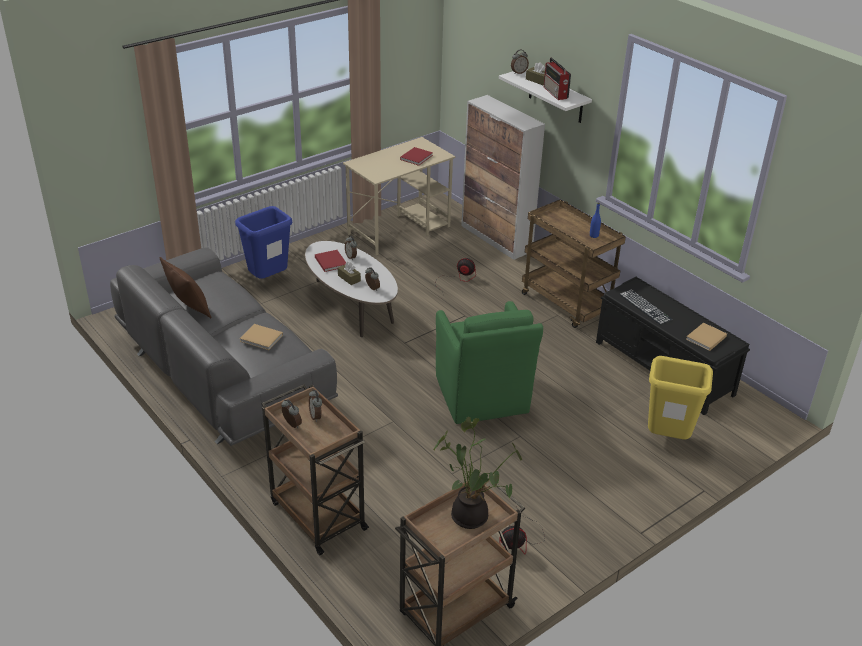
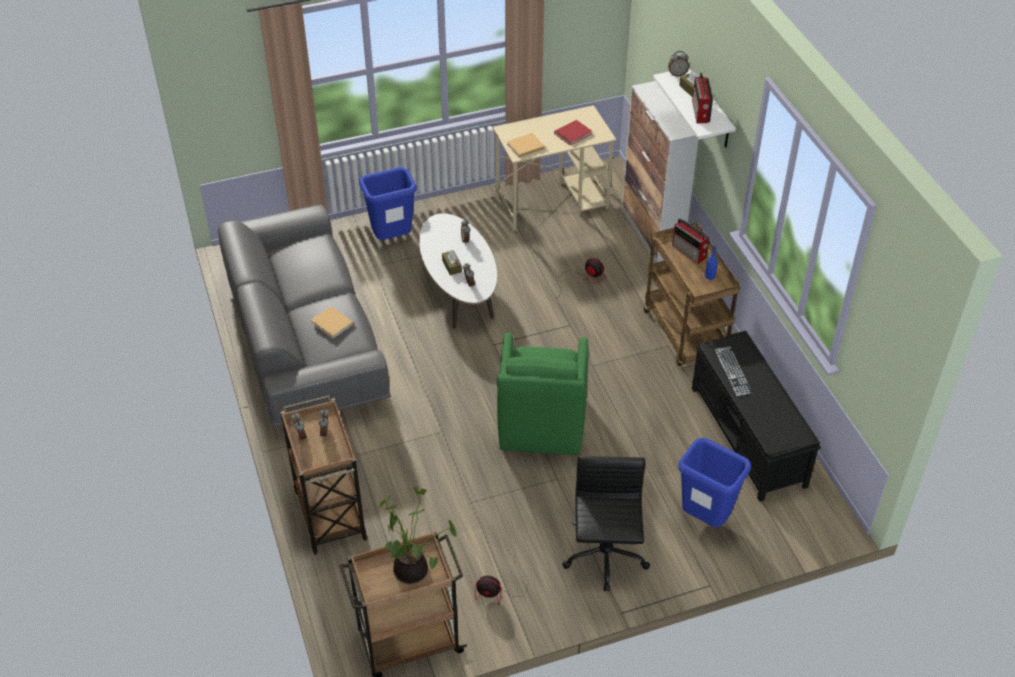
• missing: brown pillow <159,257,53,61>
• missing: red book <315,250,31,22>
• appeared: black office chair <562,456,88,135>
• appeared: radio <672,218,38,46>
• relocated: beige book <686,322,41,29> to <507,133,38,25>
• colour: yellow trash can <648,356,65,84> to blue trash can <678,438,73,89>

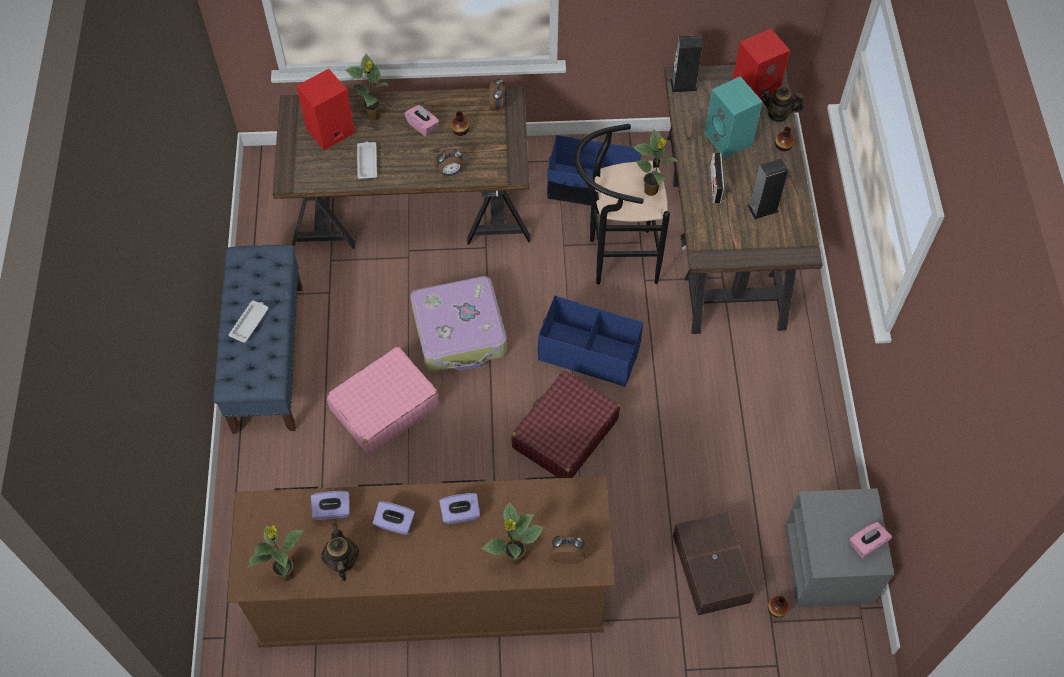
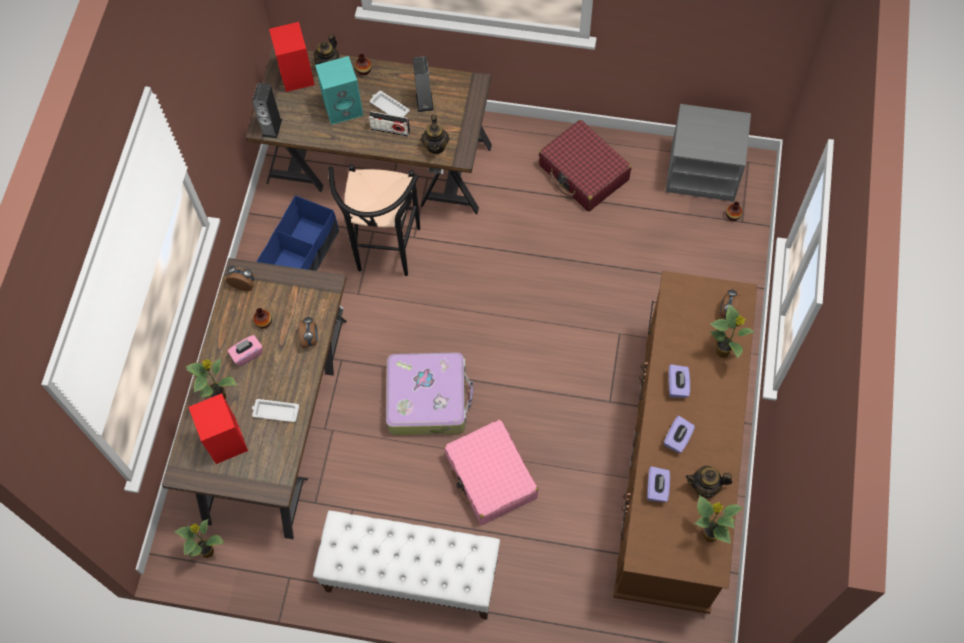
• missing: blue storage box <538,296,105,91>
• missing: brown storage box <673,512,82,104>
• missing: pink tissue box <850,522,42,36>
• appeared: teapot <421,115,28,39>
• relocated: white tray <228,301,41,42> to <370,91,40,26>
• relocated: red suitcase <511,370,109,108> to <539,120,92,91>
• relocated: potted plant <633,130,46,66> to <174,518,51,40>
• colour: blue bench <213,245,90,189> to white bench <313,511,187,109>

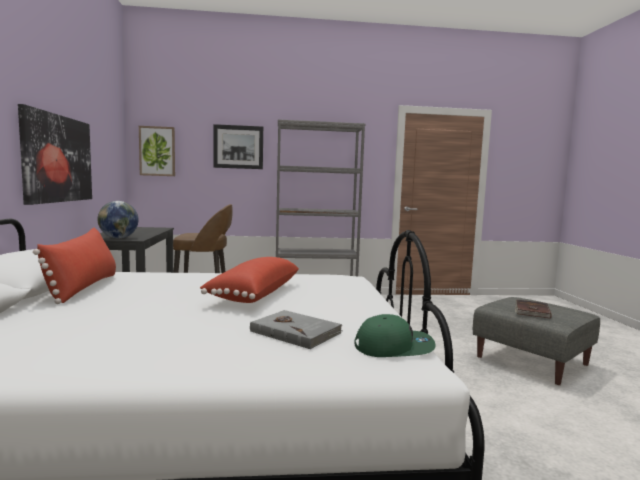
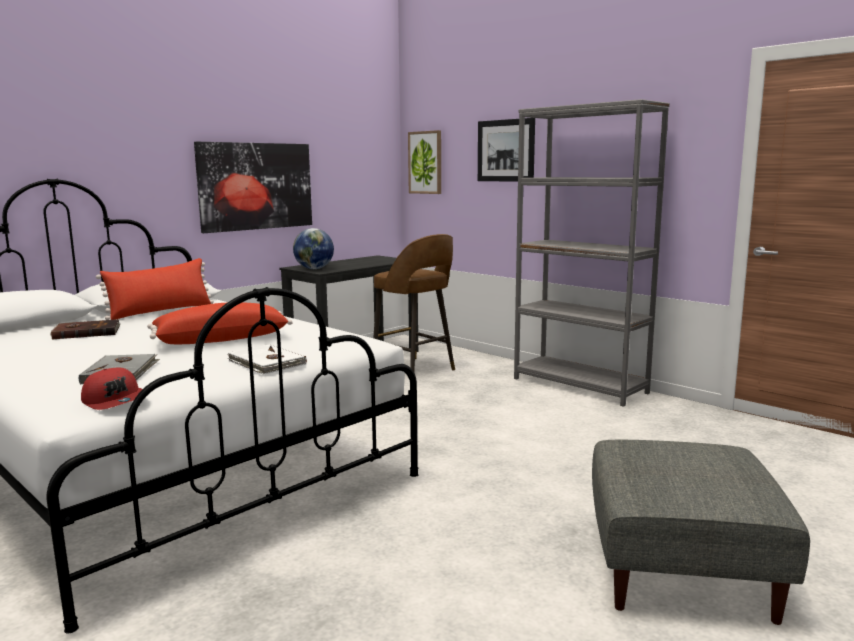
• appeared: white book <227,344,80,31>
• relocated: brown book <515,299,36,20> to <50,319,70,21>
• colour: green cap <354,314,82,43> to red cap <81,368,61,42>

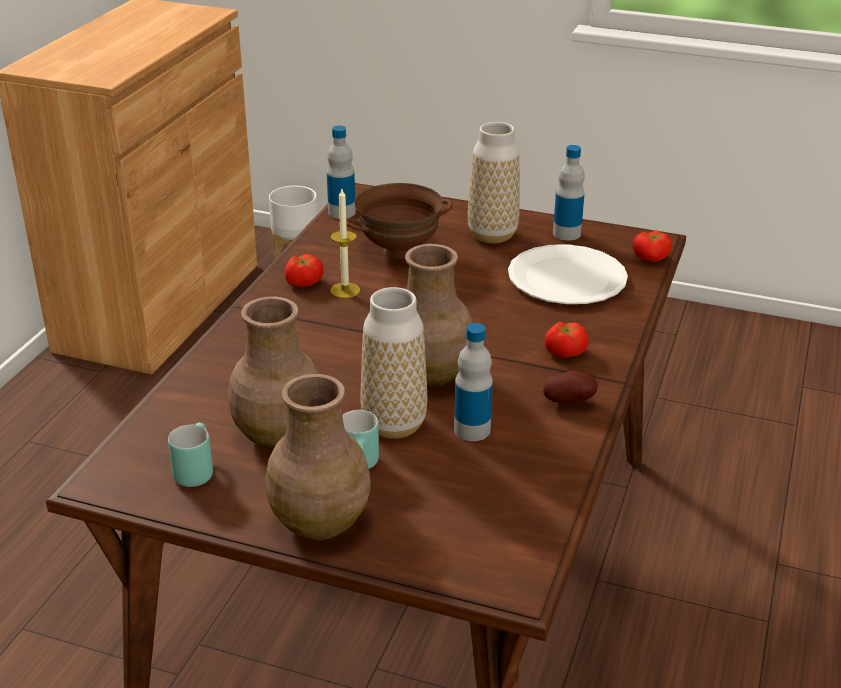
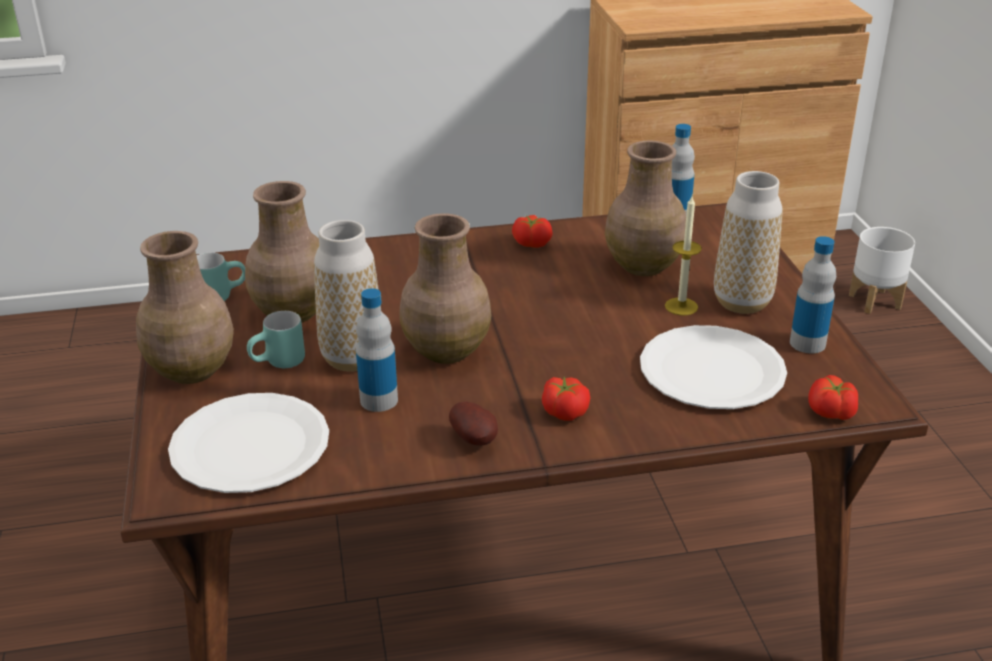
• appeared: white plate <168,393,161,100>
• relocated: candle <330,189,30,109> to <665,196,37,119>
• exchanged: brown bowl <346,183,107,76> to brown vase <605,141,81,135>

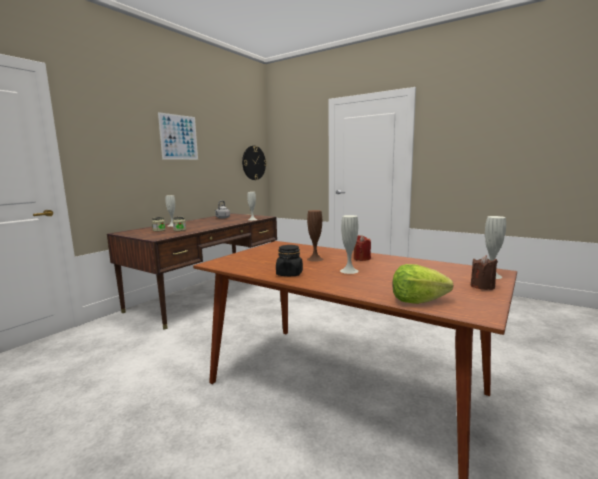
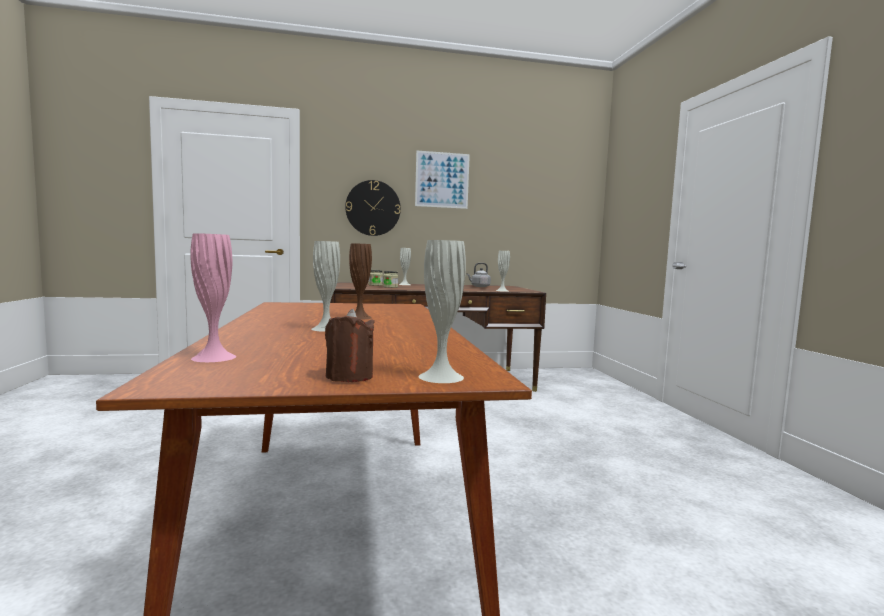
• missing: black jar <276,245,27,31>
• missing: red candle <354,235,17,26>
• relocated: wall clock <242,146,25,34> to <345,180,56,56>
• exchanged: lettuce <393,264,60,40> to pink vase <190,233,47,129>

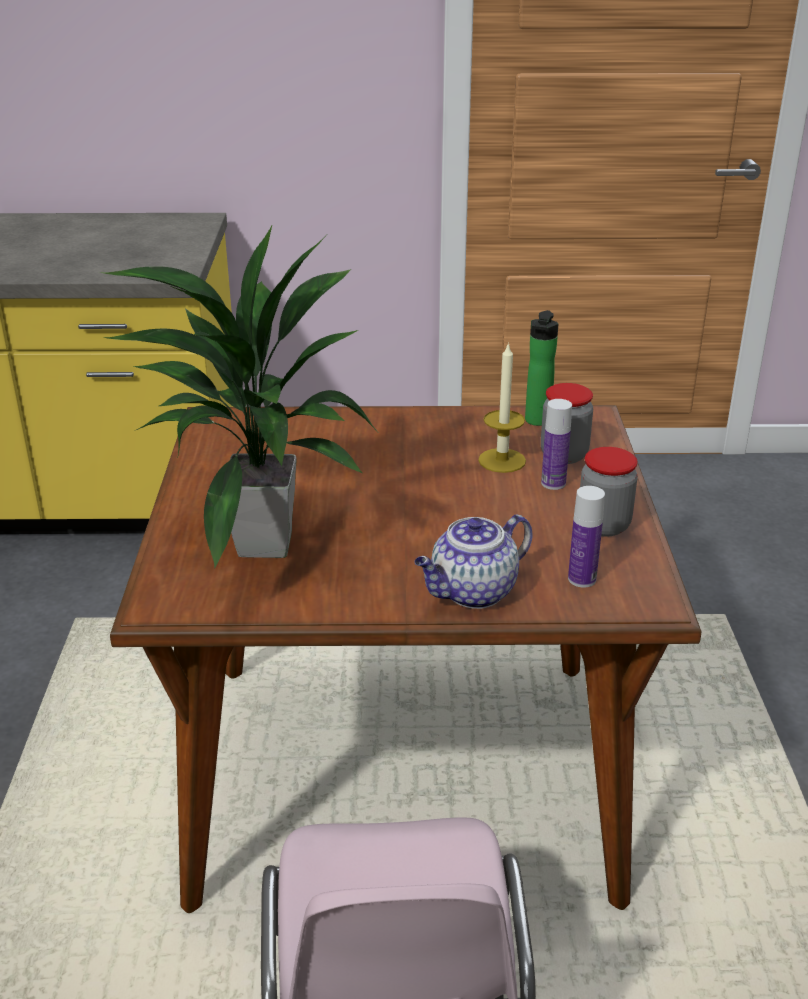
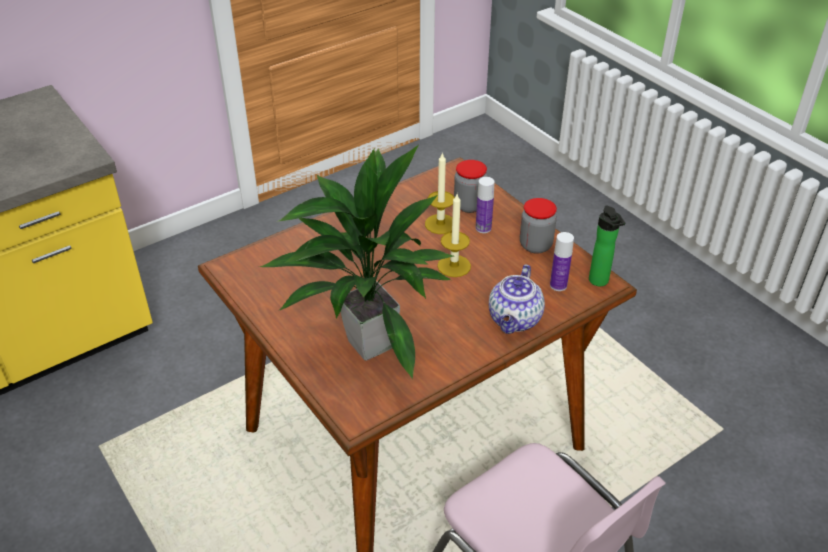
• appeared: candle <437,194,34,83>
• relocated: bottle <525,310,34,116> to <589,205,36,81>

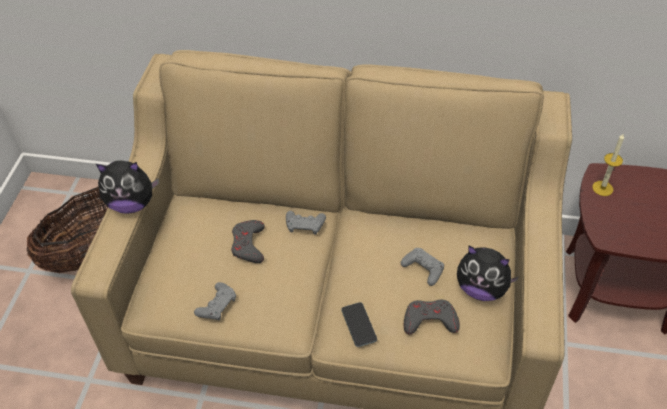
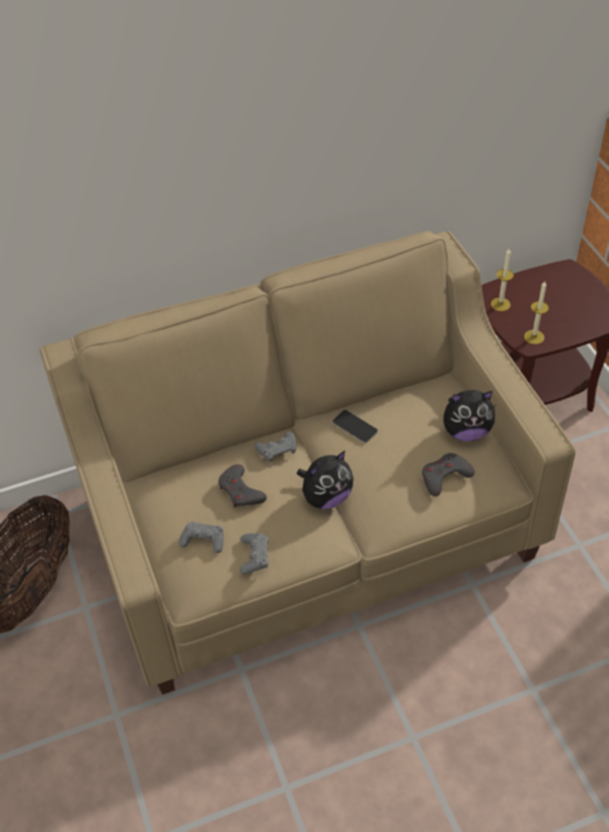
• appeared: candle <524,281,25,63>
• relocated: plush toy <96,160,63,54> to <297,451,56,58>
• relocated: phone <341,302,36,45> to <333,410,45,33>
• relocated: grey game controller <401,248,43,38> to <179,522,44,31>

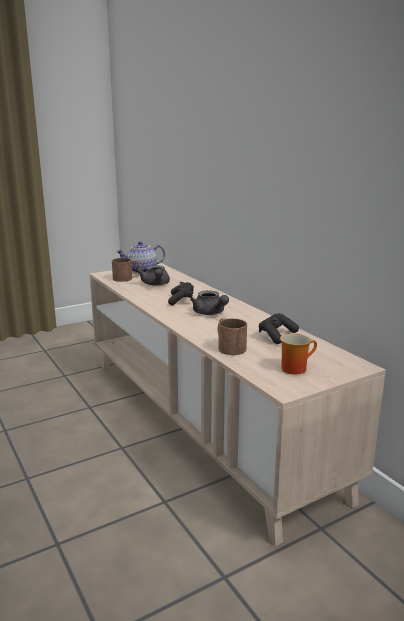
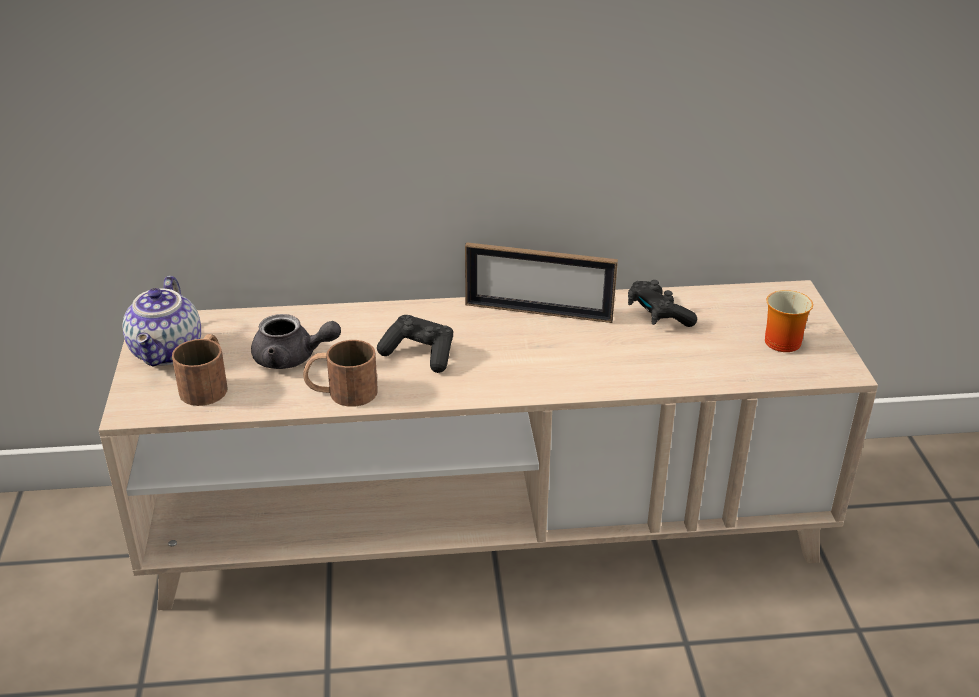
• missing: grey teapot <191,291,38,24>
• appeared: picture frame <465,242,153,81>
• relocated: brown mug <217,318,30,37> to <303,340,75,67>

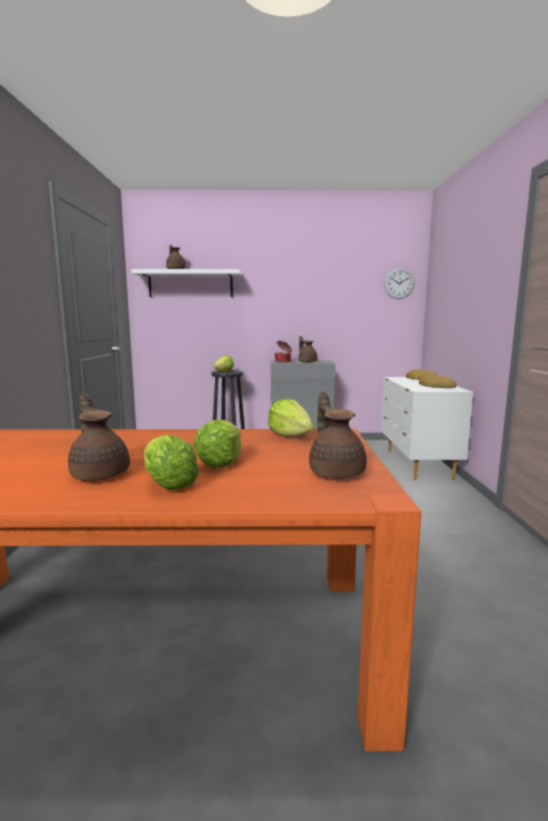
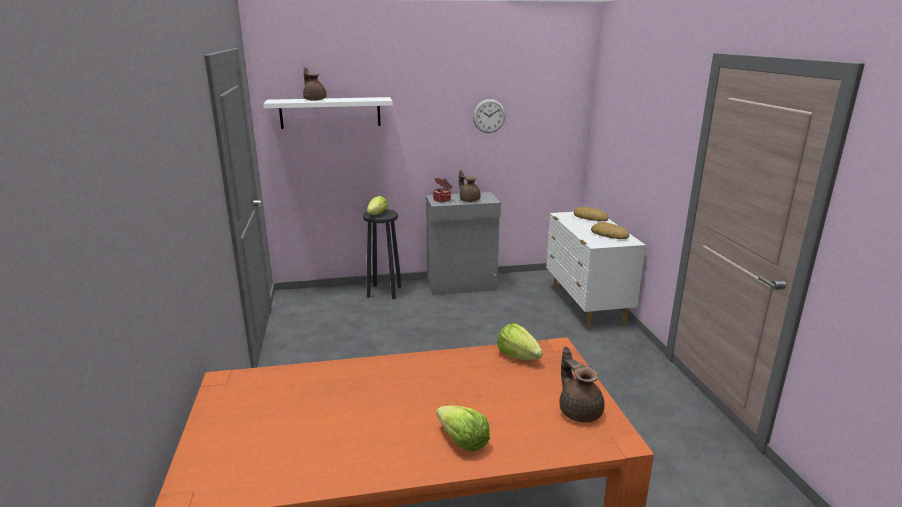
• missing: brown teapot <68,393,62,88>
• missing: lettuce <194,419,47,49>
• relocated: wall clock <384,268,31,31> to <473,99,33,34>

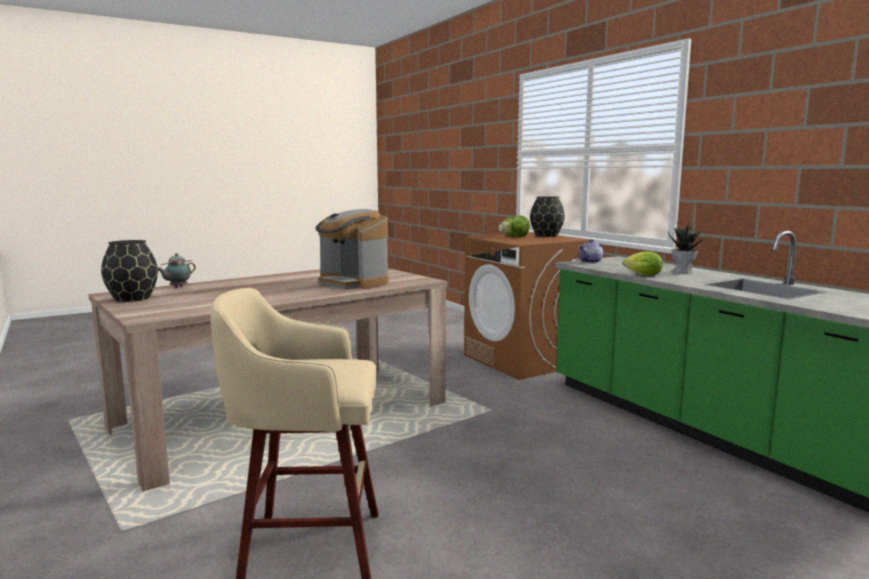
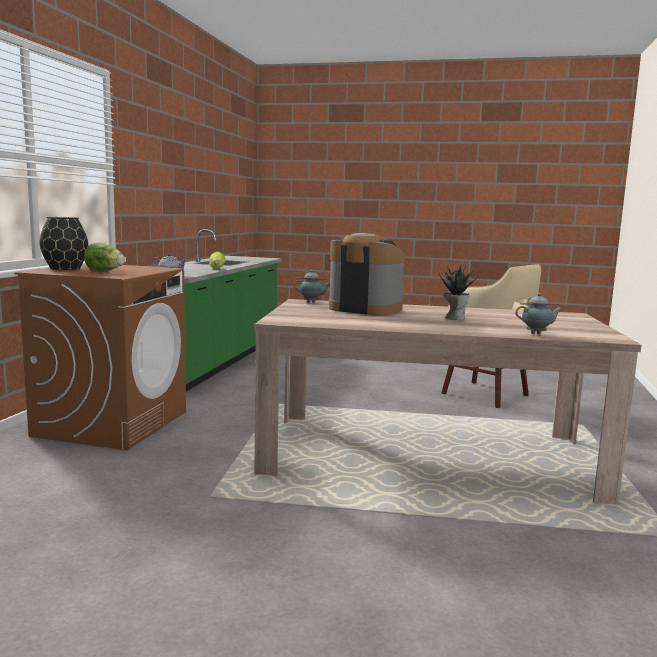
• missing: black vase <101,240,57,62>
• appeared: teapot <293,270,37,33>
• relocated: potted plant <668,221,37,53> to <439,263,39,57>
• spun: coffee machine <315,209,73,80> = <329,233,76,82> 60 degrees counterclockwise

